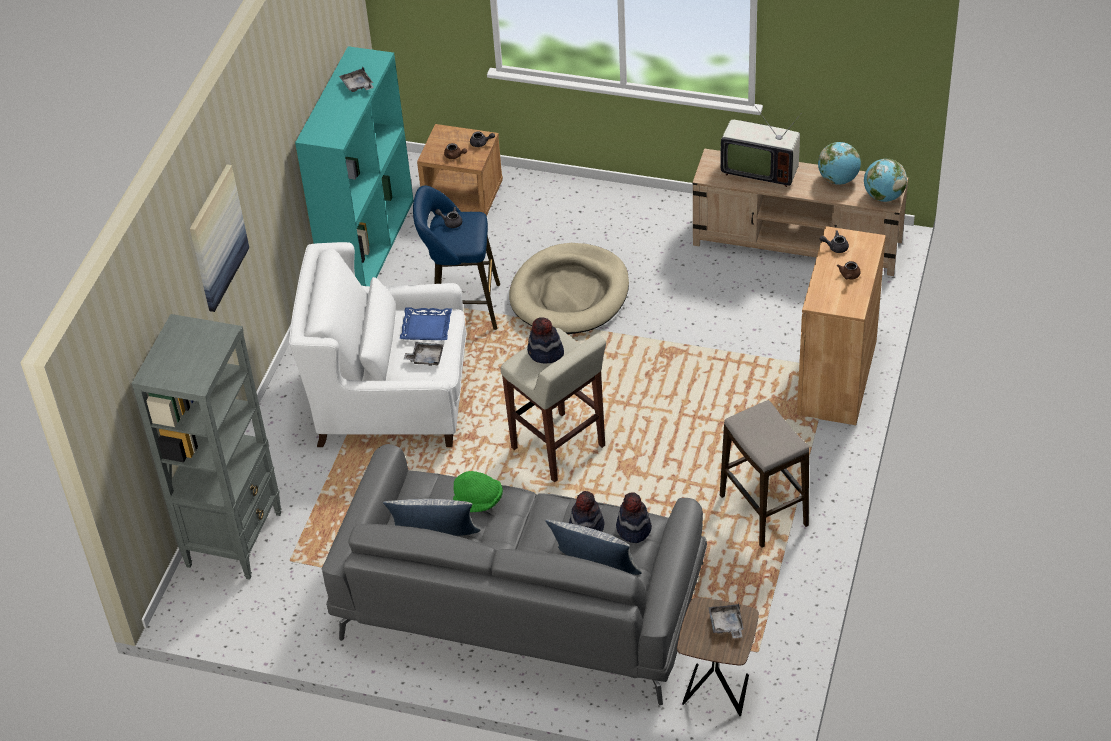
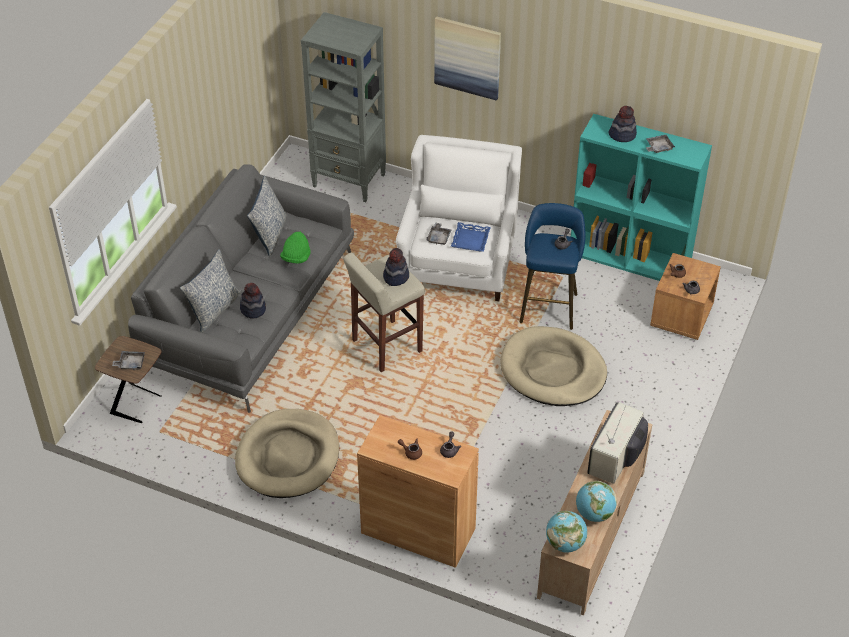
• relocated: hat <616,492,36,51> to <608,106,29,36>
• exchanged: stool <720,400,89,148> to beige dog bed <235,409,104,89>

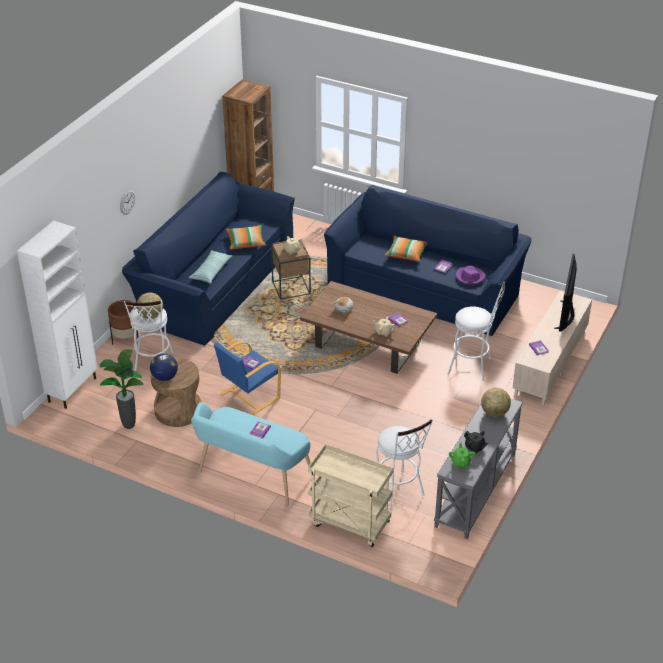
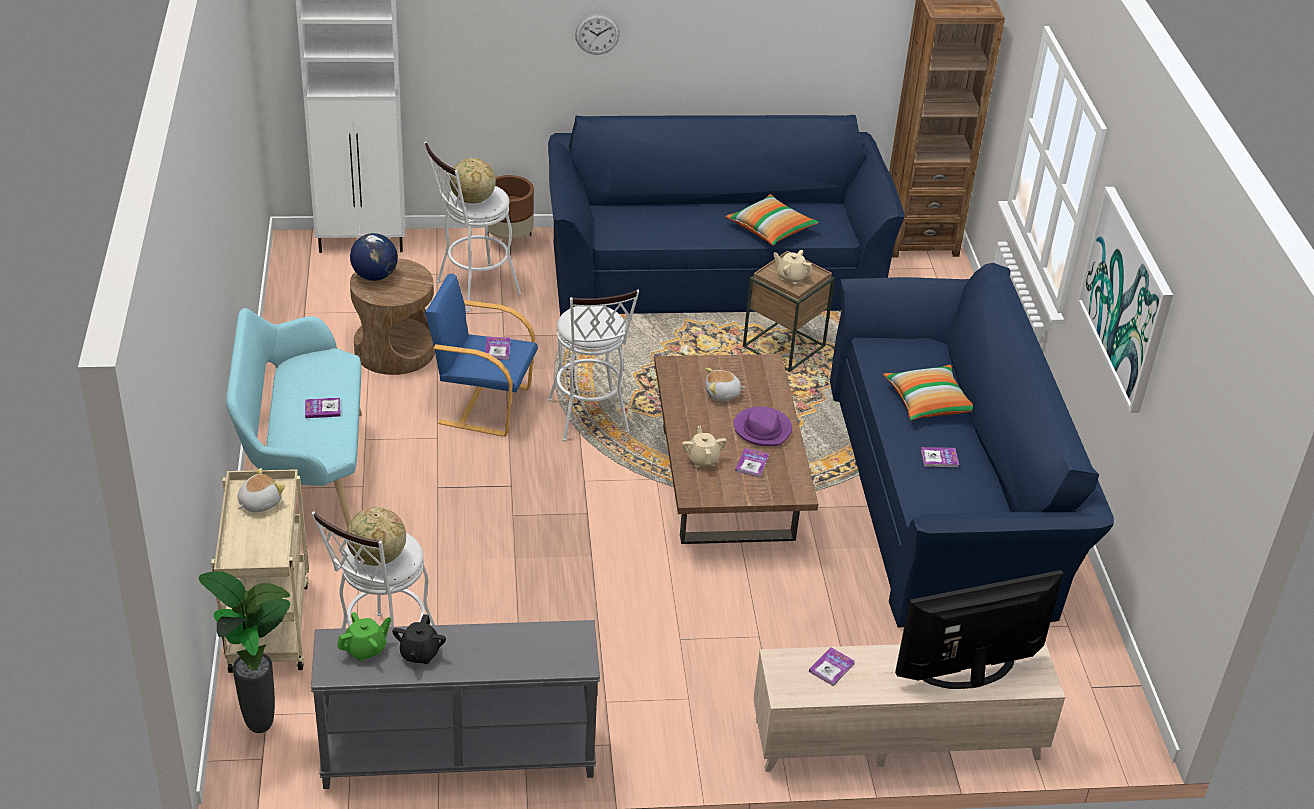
• missing: pillow <189,250,43,33>
• appeared: plush toy <237,468,48,44>
• appeared: picture <1077,187,96,226>
• relocated: potted plant <99,349,44,80> to <198,572,92,161>
• relocated: white stool <448,282,57,99> to <548,289,91,152>
• relocated: purple hat <456,266,30,19> to <733,406,59,40>
• relocated: globe <481,388,30,29> to <347,507,59,59>

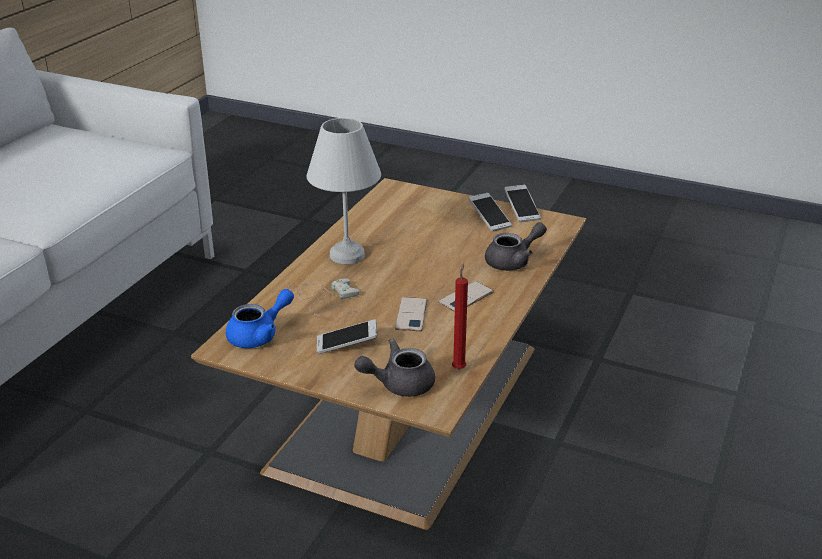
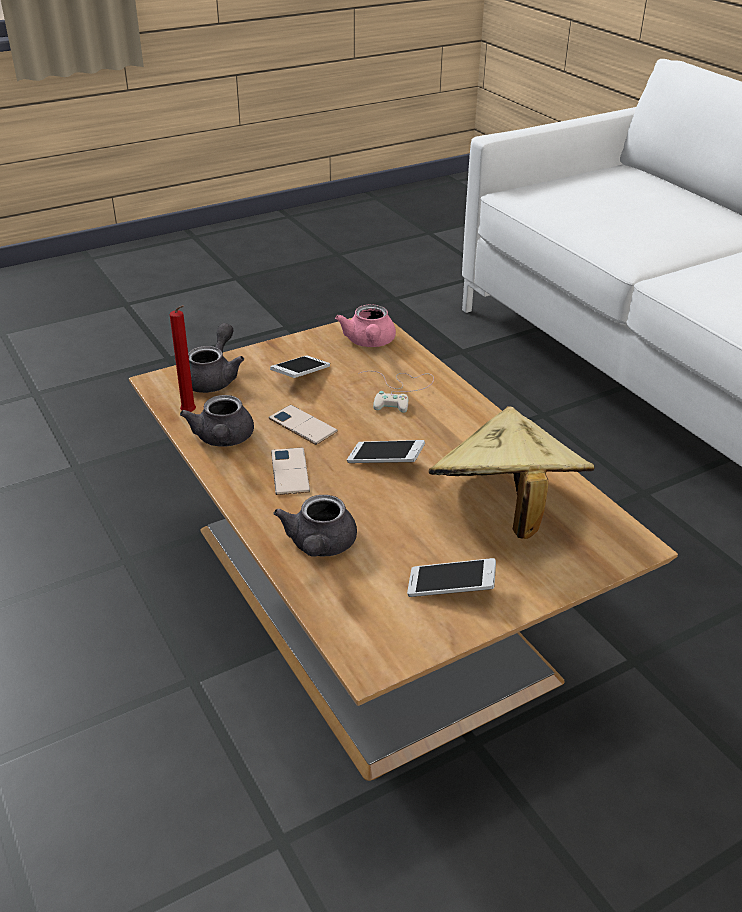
• missing: white table lamp <307,118,74,146>
• appeared: grey teapot <180,395,74,52>
• appeared: beige hat <429,406,165,133>
• relocated: phone <504,185,37,37> to <347,440,78,23>
• colour: blue teapot <226,289,68,59> to pink teapot <335,304,61,43>

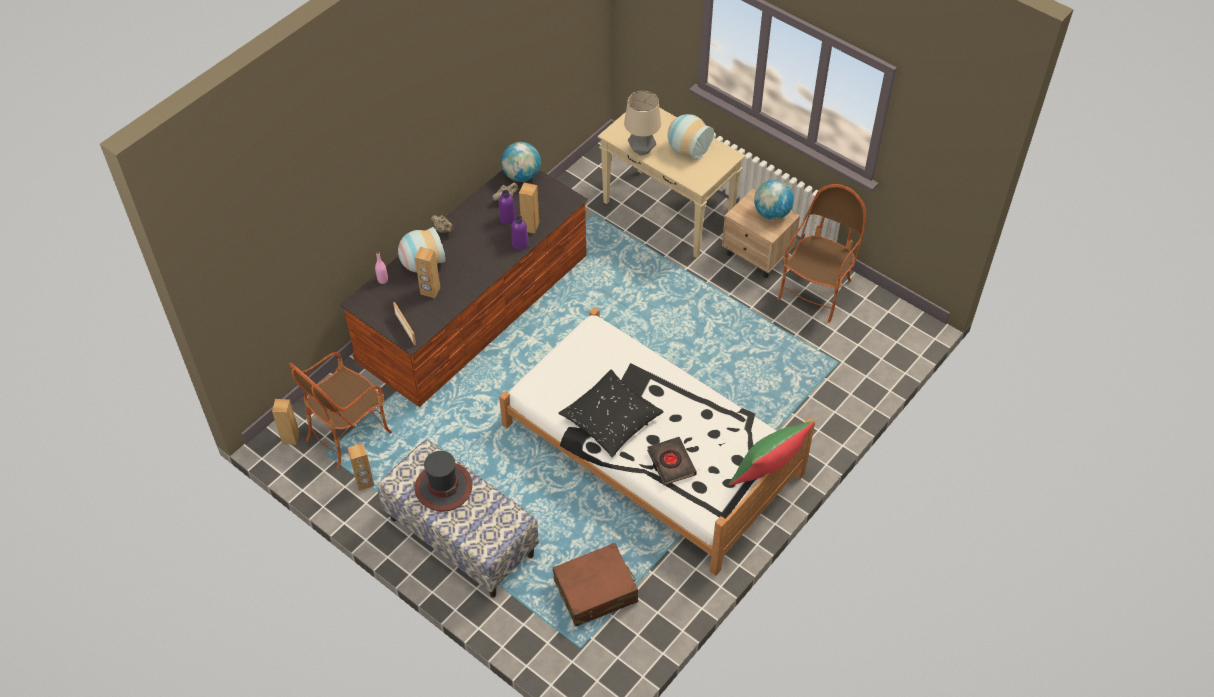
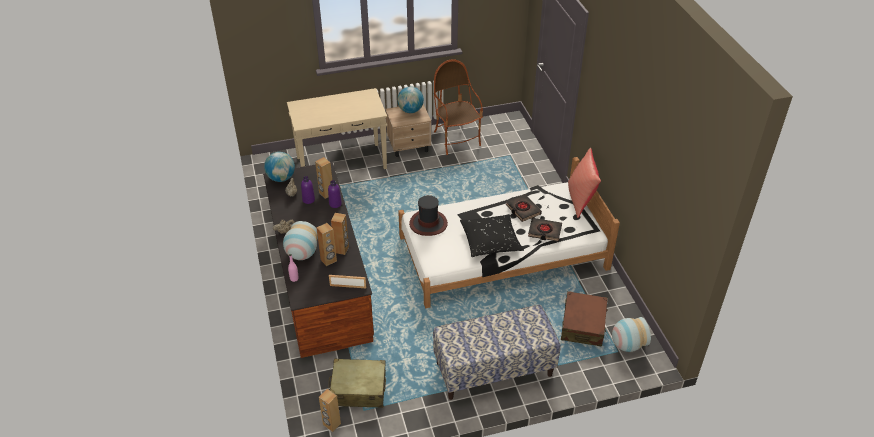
• missing: table lamp <624,91,37,65>
• appeared: black book <506,194,36,28>
• relocated: brown speaker <348,443,27,48> to <331,213,18,42>
• relocated: hat <414,451,58,61> to <409,195,39,41>
• relocated: vase <668,114,46,45> to <612,317,39,35>
• exchanged: armchair <289,352,103,117> to beige suitcase <329,359,57,49>
• colour: green pillow <728,421,86,65> to red pillow <568,148,33,70>

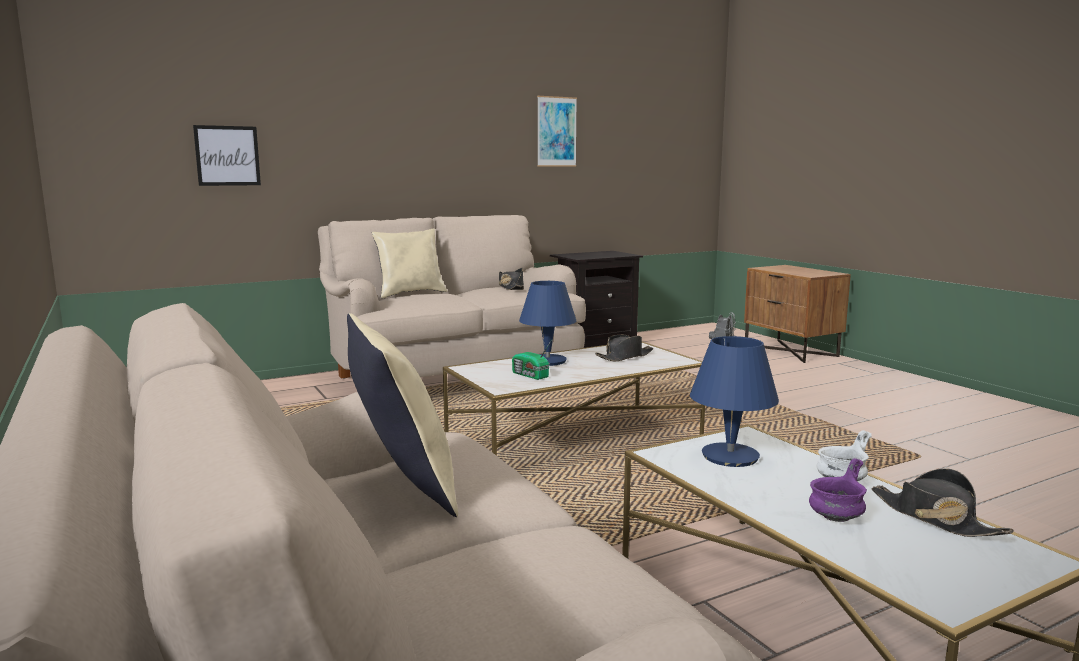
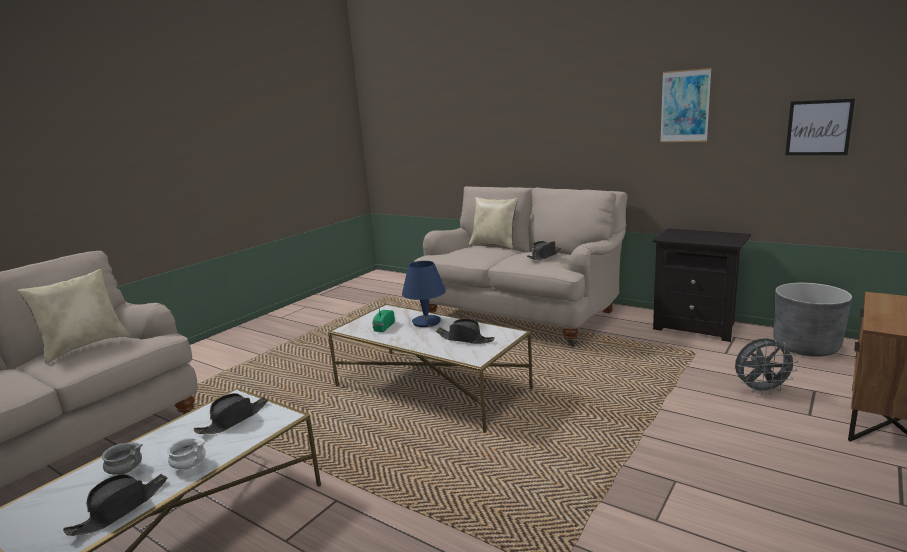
• appeared: grey planter <773,283,79,74>
• relocated: picture <193,125,68,61> to <785,99,70,56>
• exchanged: blue table lamp <690,336,89,131> to black hat <194,393,74,41>
• colour: purple bowl <809,458,58,64> to grey bowl <102,442,41,32>

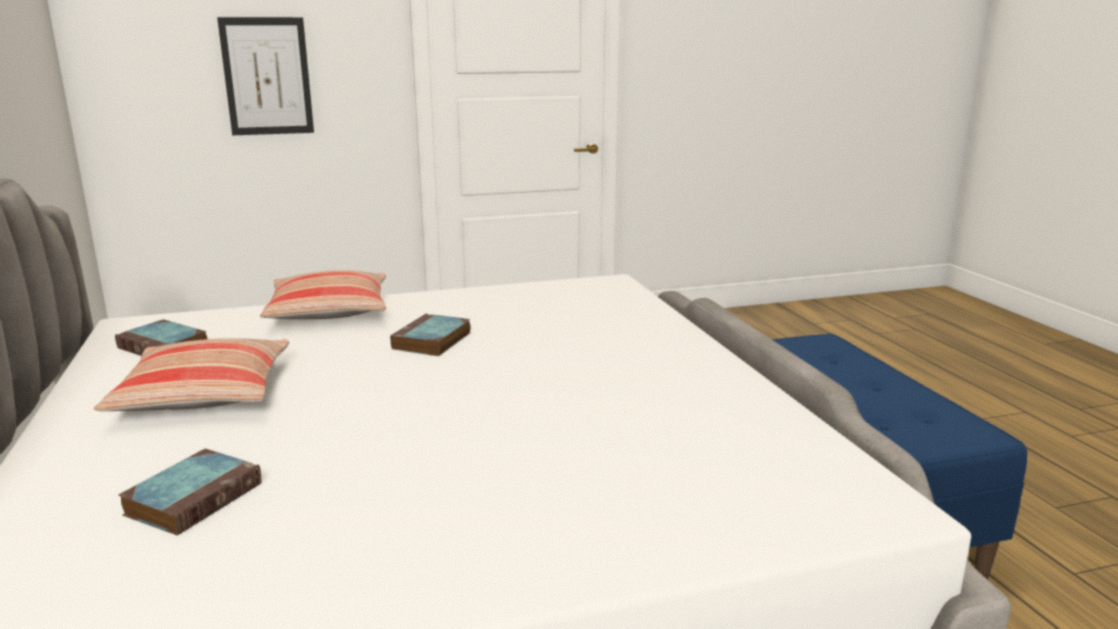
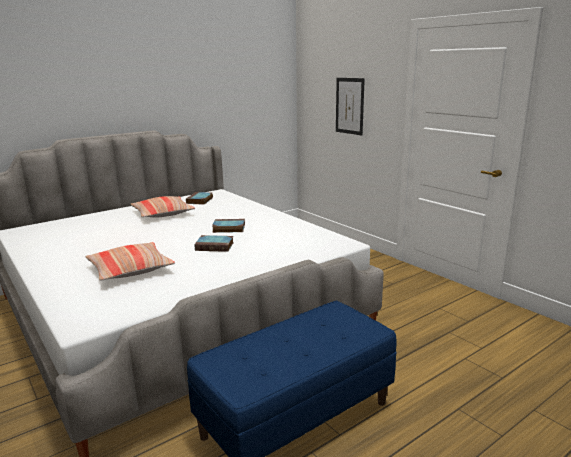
• relocated: book <118,449,144,86> to <194,235,39,17>
• relocated: pillow <260,270,126,49> to <86,242,89,39>

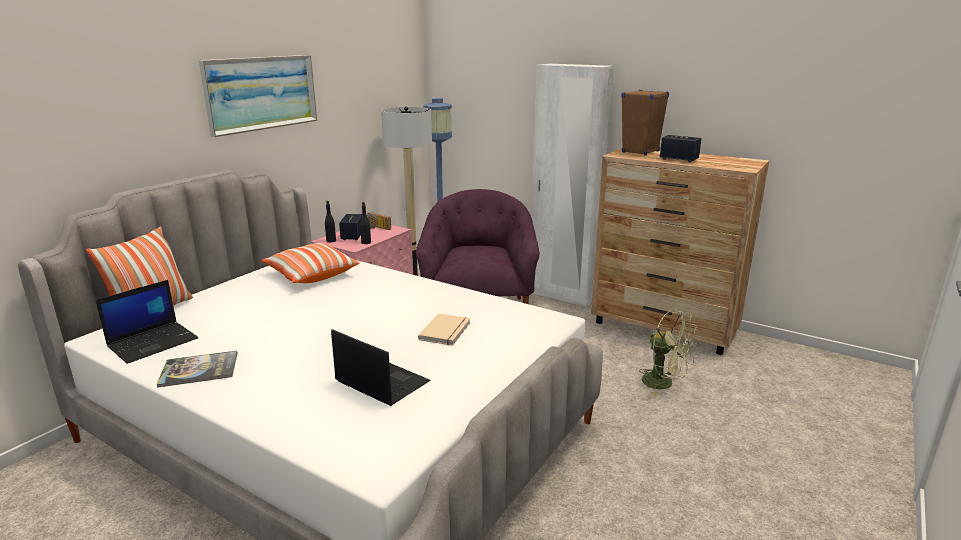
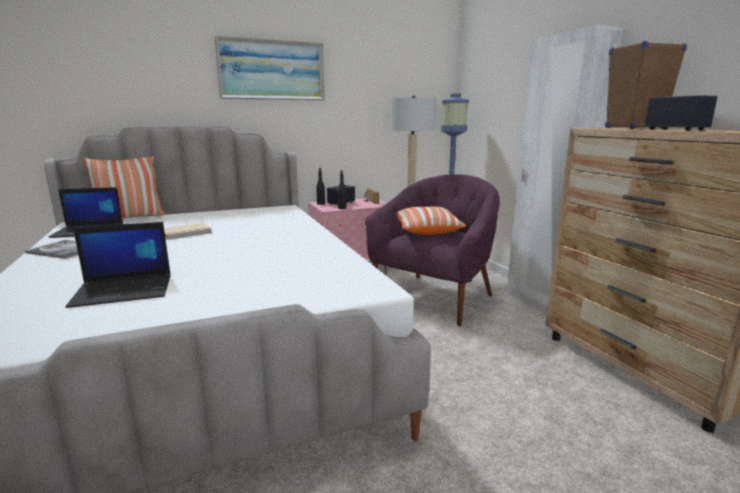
• missing: green fan <639,310,59,86>
• relocated: pillow <261,243,98,40> to <396,206,70,29>
• relocated: beige book <418,313,53,33> to <164,223,48,17>
• spun: laptop <331,329,100,77> = <66,222,105,86> 90 degrees clockwise

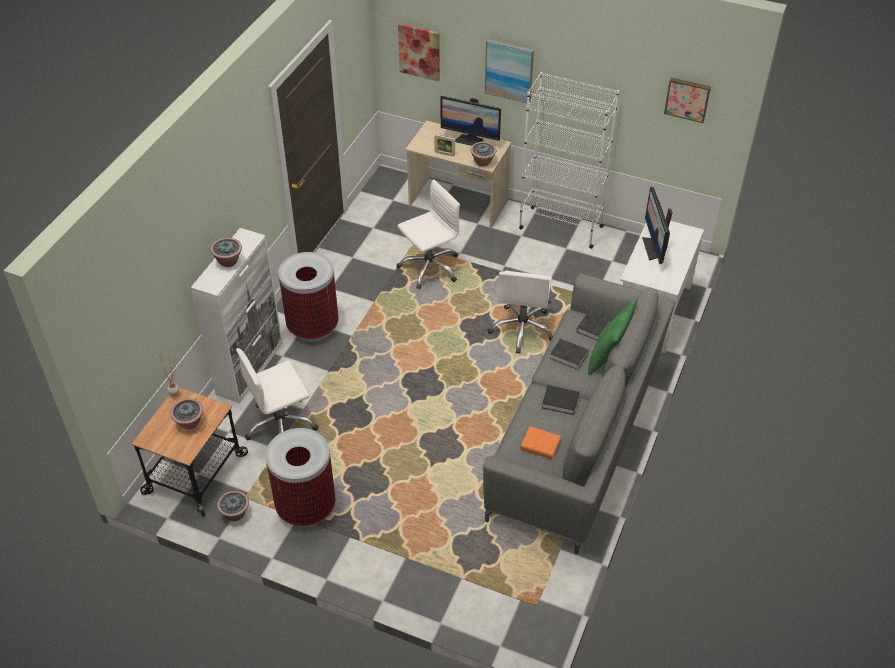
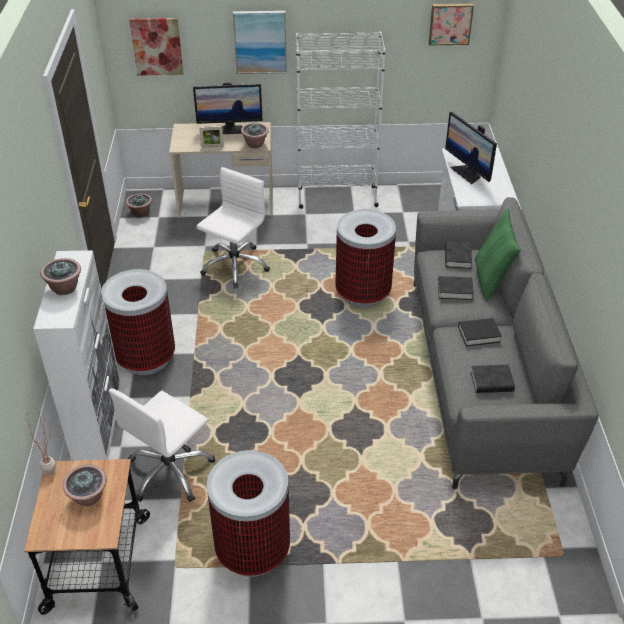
• relocated: potted plant <217,491,32,31> to <126,194,26,24>
• exchanged: white office chair <488,270,65,84> to trash can <335,209,61,99>
• colour: orange book <521,426,40,33> to black book <471,365,44,28>

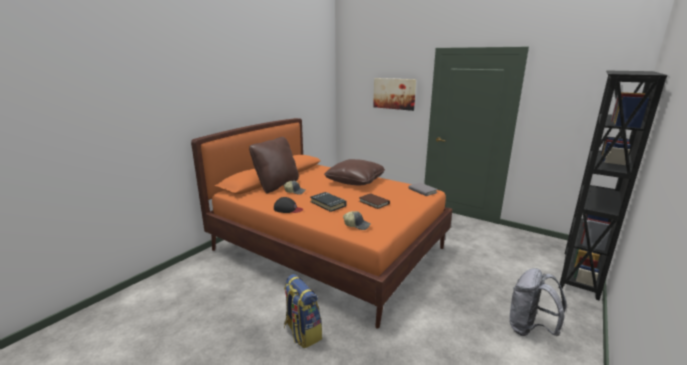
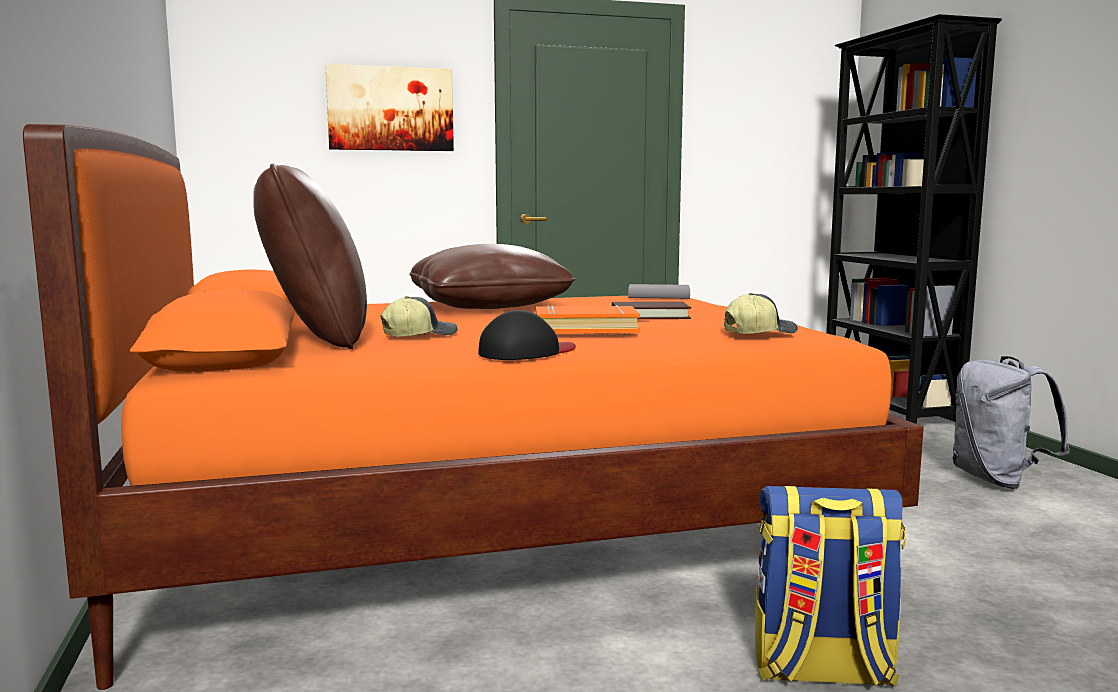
• colour: black book <310,192,36,20> to orange book <536,305,104,29>

